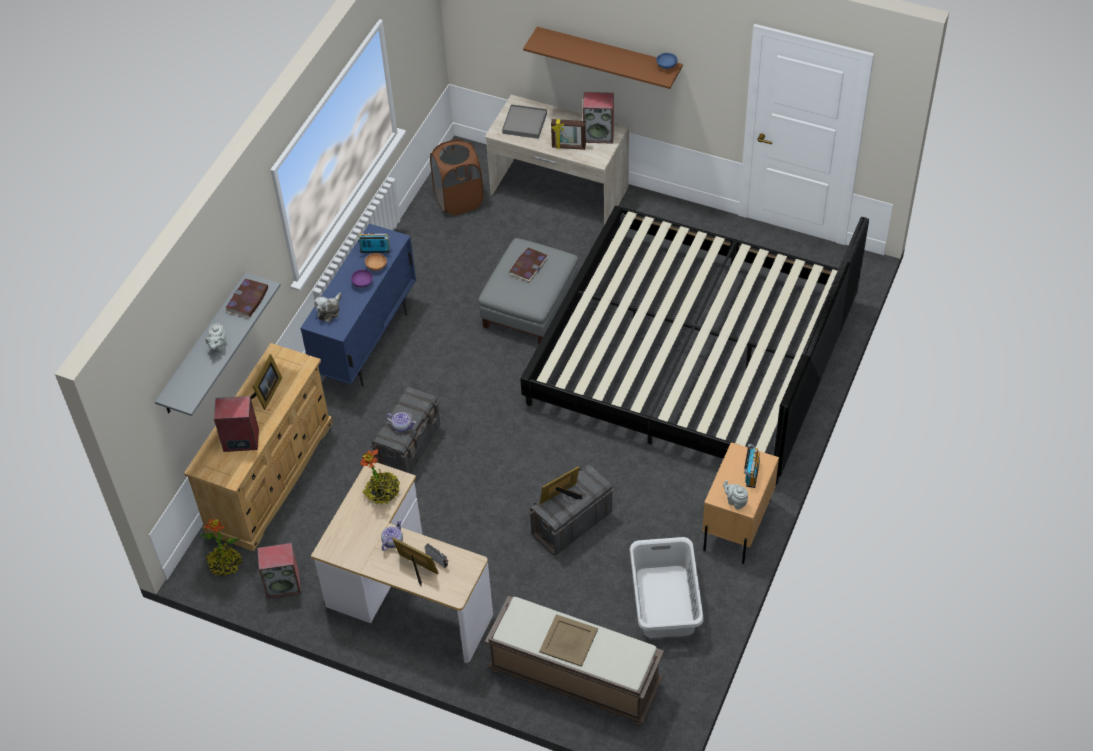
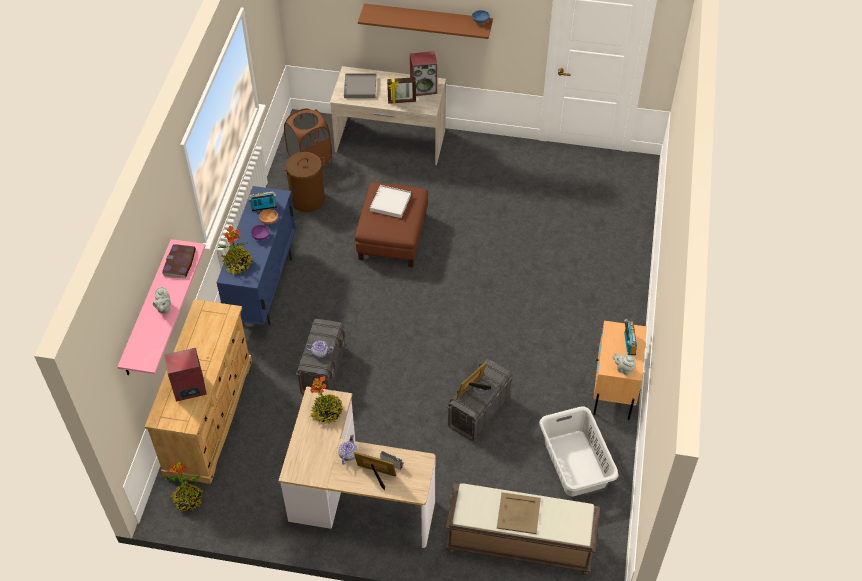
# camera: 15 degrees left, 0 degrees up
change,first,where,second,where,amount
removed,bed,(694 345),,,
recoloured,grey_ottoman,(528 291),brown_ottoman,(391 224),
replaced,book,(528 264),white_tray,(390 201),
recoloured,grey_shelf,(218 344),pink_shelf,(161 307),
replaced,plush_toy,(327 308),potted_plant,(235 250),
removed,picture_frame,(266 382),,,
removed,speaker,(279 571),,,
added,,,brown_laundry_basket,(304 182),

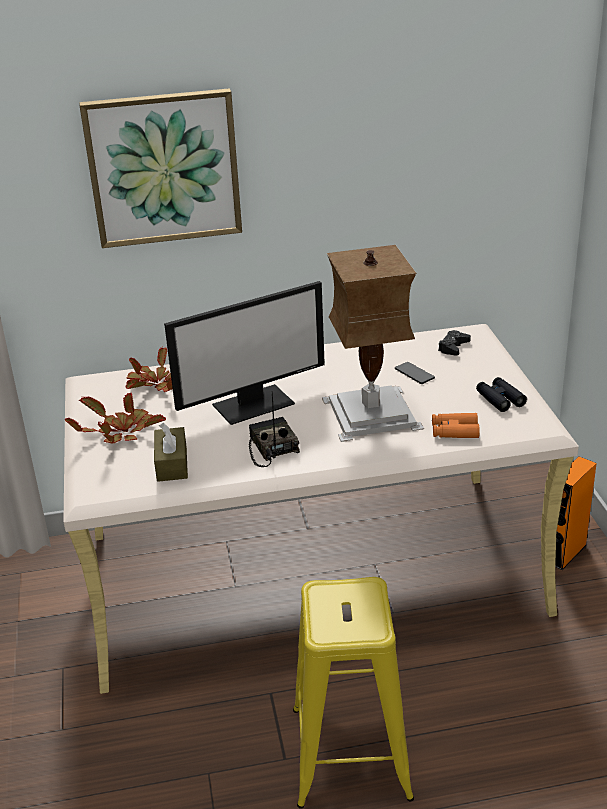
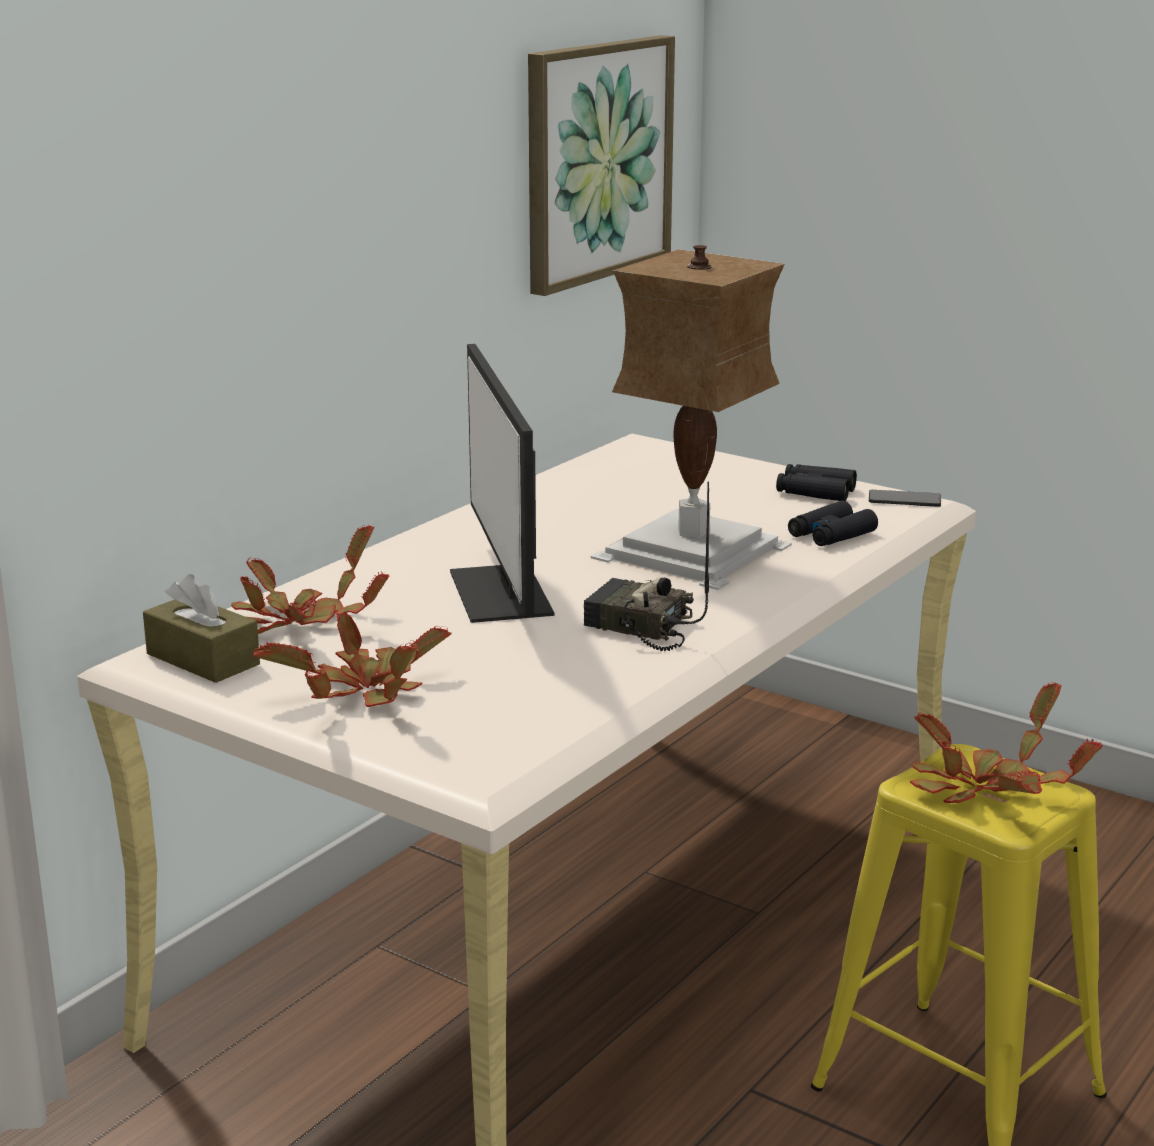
# camera: 45 degrees left, 10 degrees down
change,first,where,second,where,amount
moved,picture,(160 168),,(601 165),
turned,monitor,(244 353),,(502 483),150 degrees clockwise
removed,black_game_controller,(454 343),,,
moved,phone,(415 373),,(905 498),
recoloured,orange_binoculars,(456 425),black_binoculars,(833 523),
moved,brown_tissue_box,(171 452),,(201 628),
removed,orange_speaker,(576 513),,,
added,,,potted_plant,(1006 742),

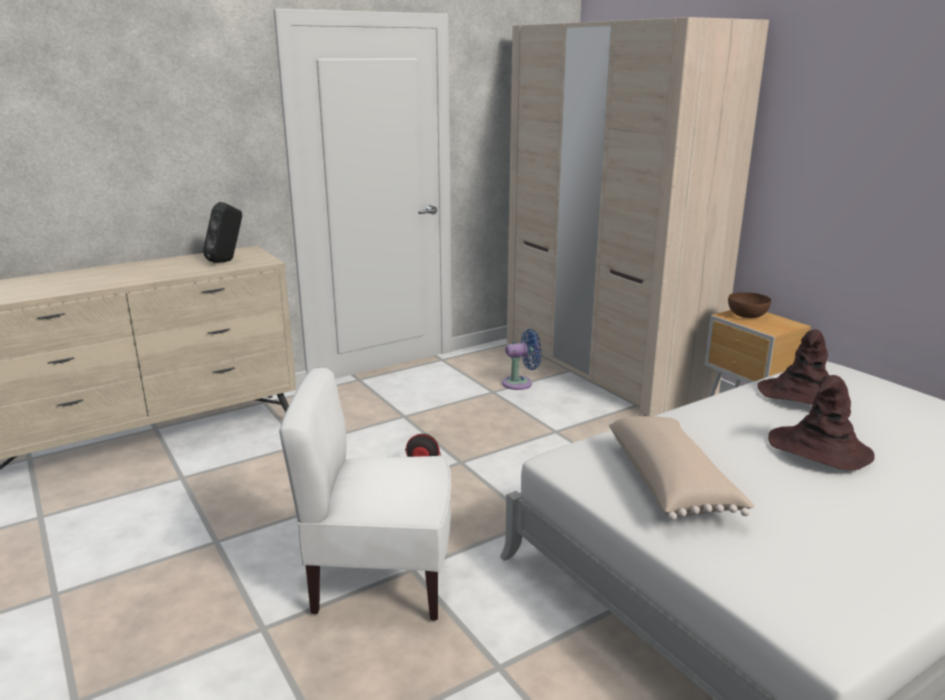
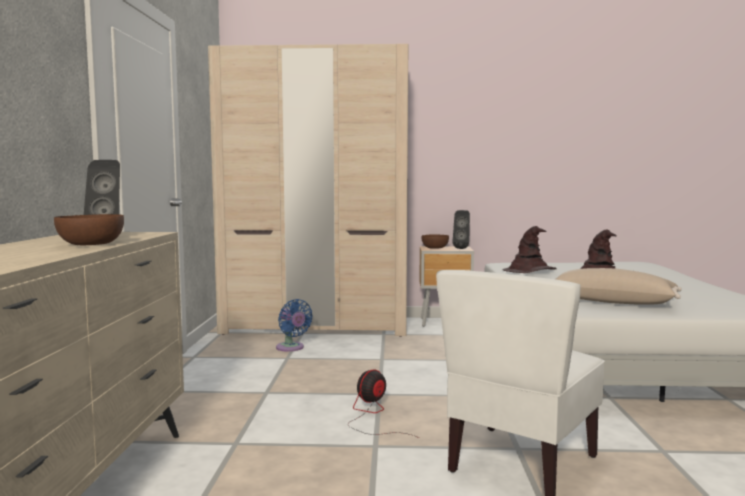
# camera: 55 degrees left, 15 degrees down
change,first,where,second,where,amount
turned,blue_fan,(521 359),,(294 325),120 degrees clockwise
added,,,black_speaker,(461 229),
added,,,brown_bowl,(89 229),

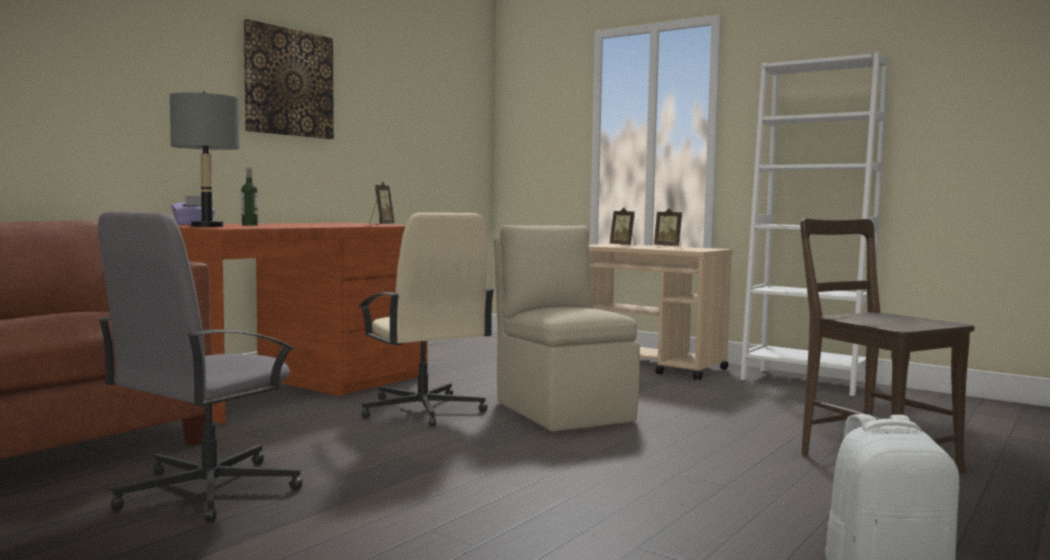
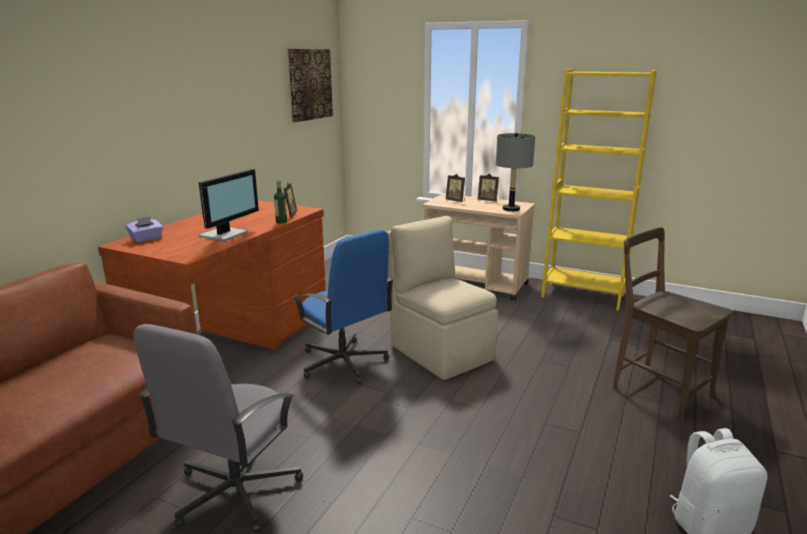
# camera: 10 degrees left, 15 degrees up
change,first,where,second,where,amount
moved,picture,(288 79),,(310 85),
recoloured,white_bookcase,(814 224),yellow_bookcase,(599 190),
moved,grey_table_lamp,(205 159),,(515 172),
moved,bottle,(249 196),,(280 202),
recoloured,beige_office_chair,(426 320),blue_office_chair,(343 306),
added,,,monitor,(229 205),

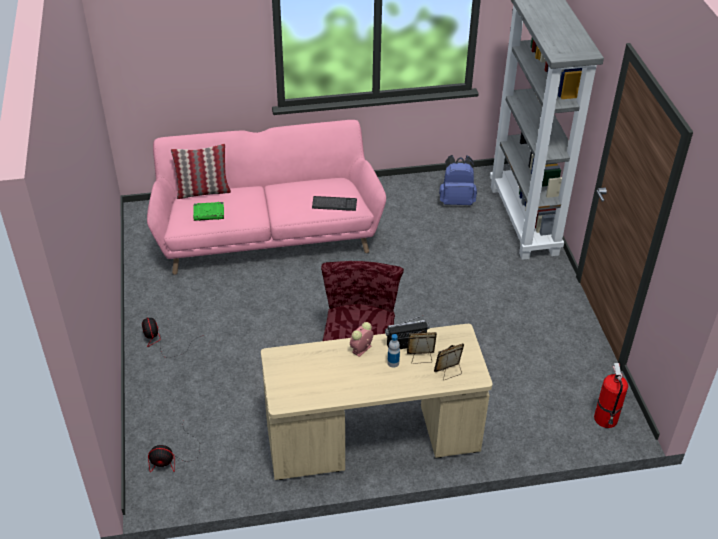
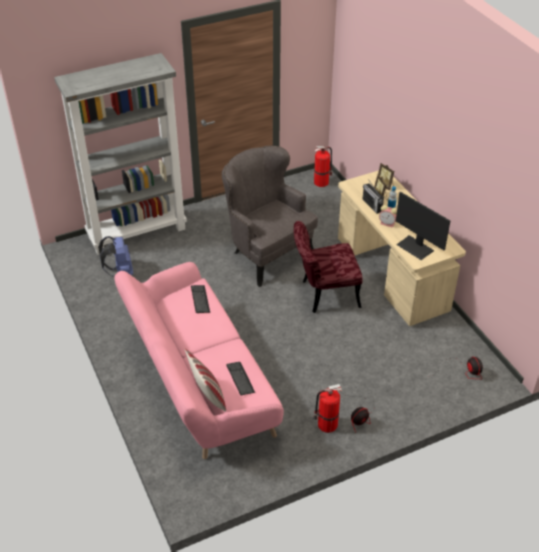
# camera: 105 degrees left, 0 degrees up
change,first,where,second,where,amount
replaced,green_book,(208 211),keyboard,(240 379),
added,,,grey_armchair,(270 216),
added,,,monitor,(423 226),
added,,,fire_extinguisher,(327 408),

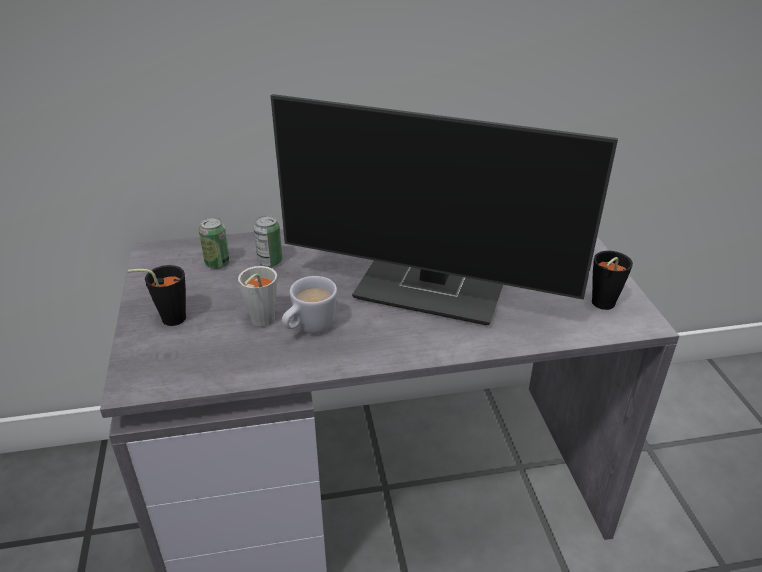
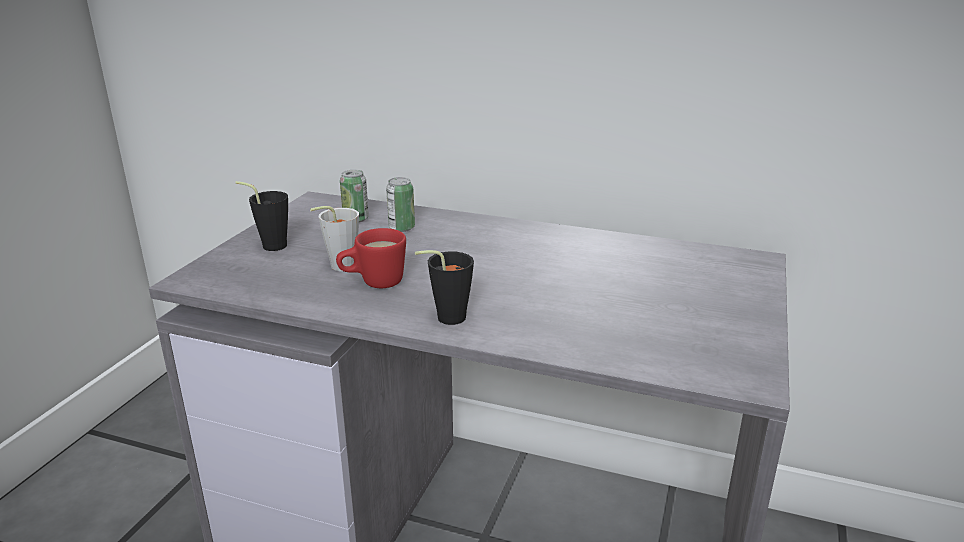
# camera: 30 degrees right, 10 degrees down
change,first,where,second,where,amount
removed,monitor,(444 209),,,
moved,black_cup,(612 280),,(444 287),
recoloured,white_mug,(309 305),red_mug,(371 258),

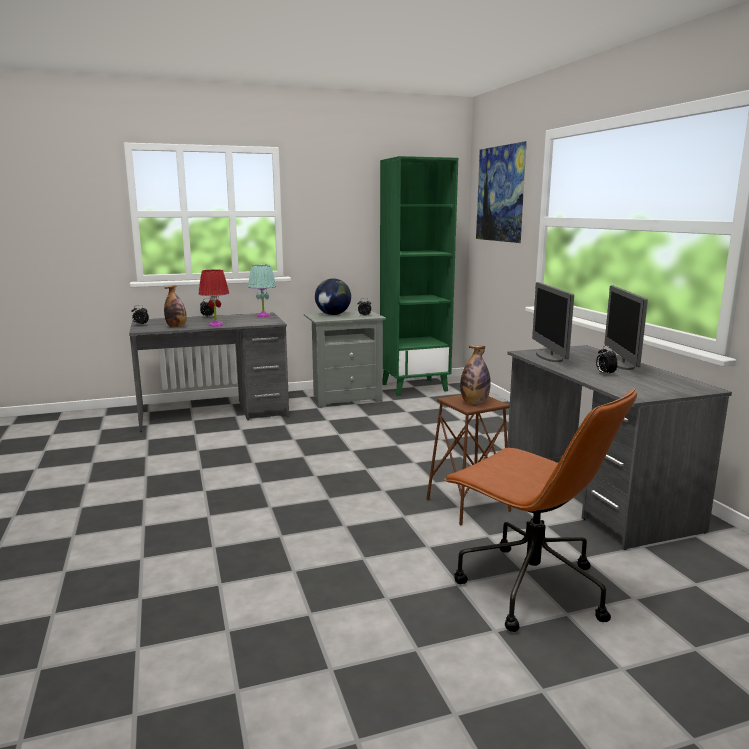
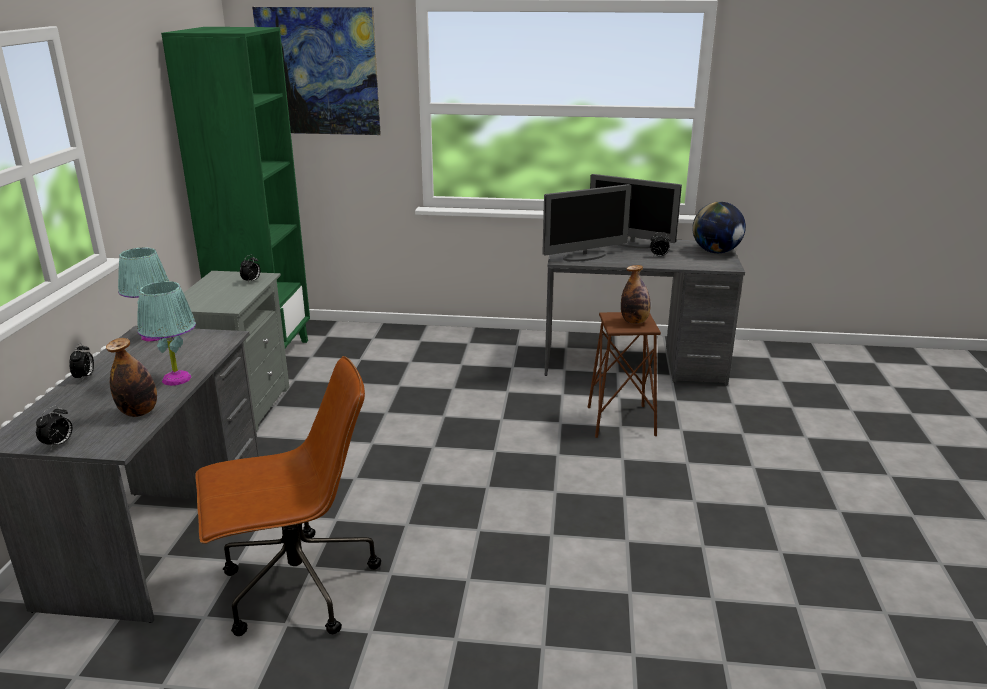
# camera: 65 degrees left, 10 degrees up
change,first,where,second,where,amount
recoloured,red_table_lamp,(214 298),turquoise_table_lamp,(166 333),
moved,globe,(333 296),,(719 227),
turned,monitor,(553 322),,(587 223),45 degrees counterclockwise
moved,brown_office_chair,(540 510),,(288 496),

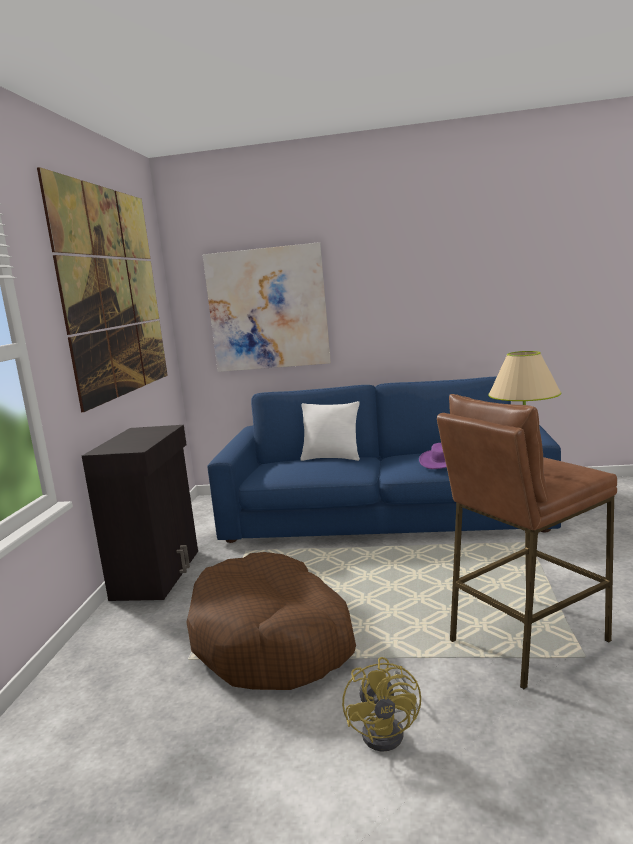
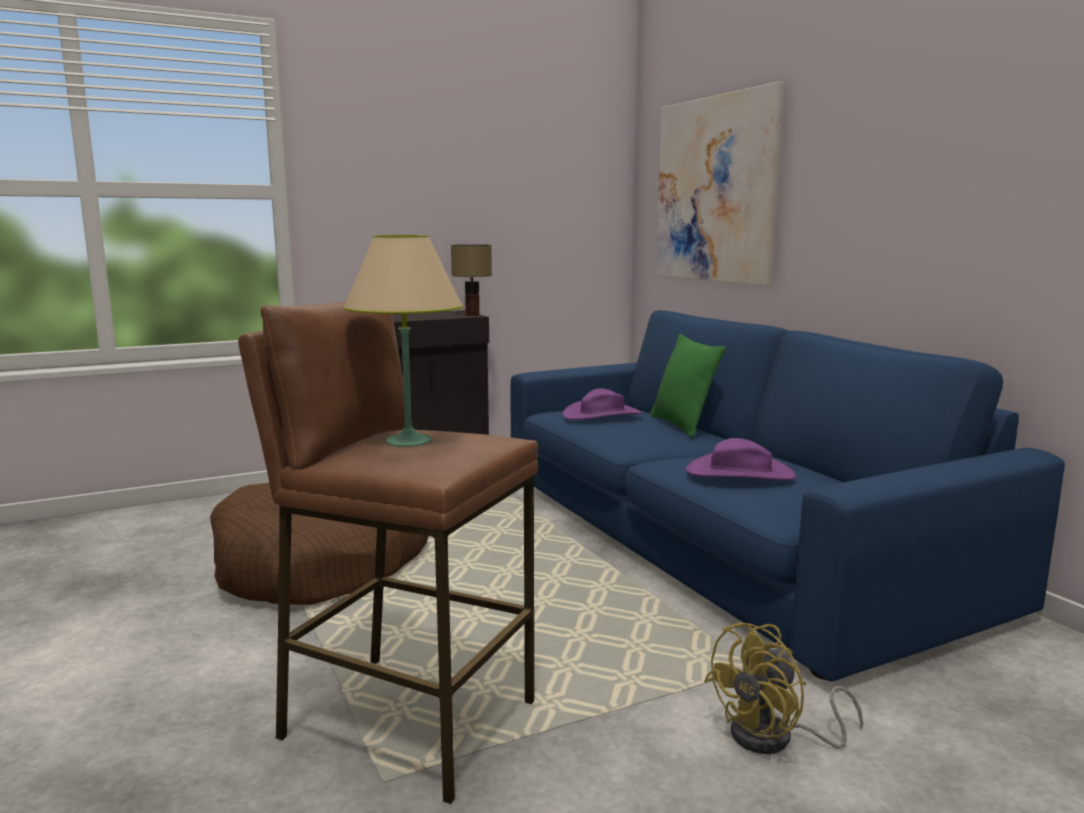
# camera: 55 degrees right, 0 degrees up
change,first,where,second,where,amount
removed,picture,(102 289),,,
recoloured,white_pillow,(330 431),green_pillow,(688 386),
moved,yellow_fan,(381 704),,(783 688),
added,,,table_lamp,(471 280),
added,,,purple_hat,(602 404),

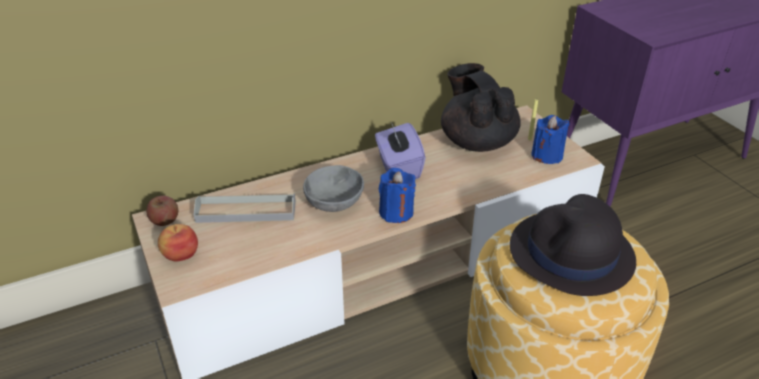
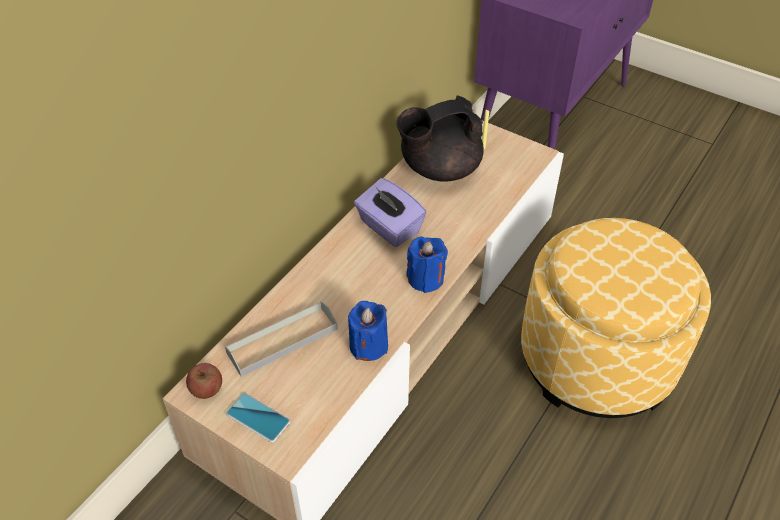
# camera: 30 degrees left, 10 degrees up
change,first,where,second,where,amount
turned,black_teapot,(481 107),,(440 138),60 degrees counterclockwise
moved,blue_candle,(550 139),,(368 331),
removed,grey_bowl,(333 188),,,
removed,black_hat,(573 245),,,
replaced,apple,(178 242),phone,(258 418),

